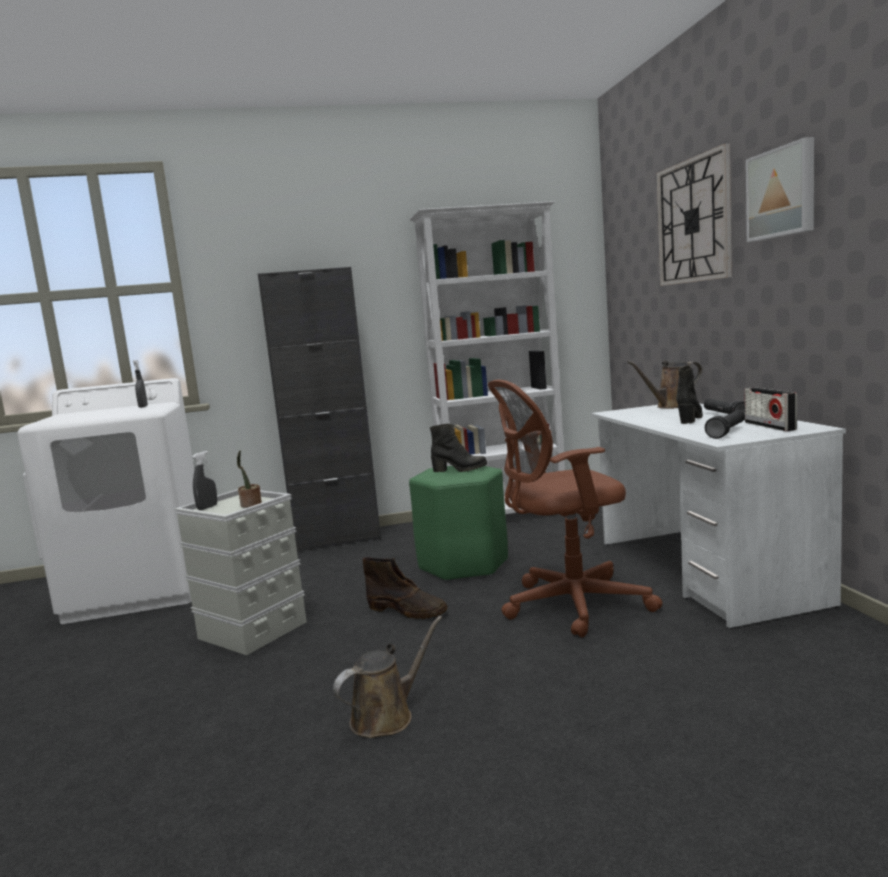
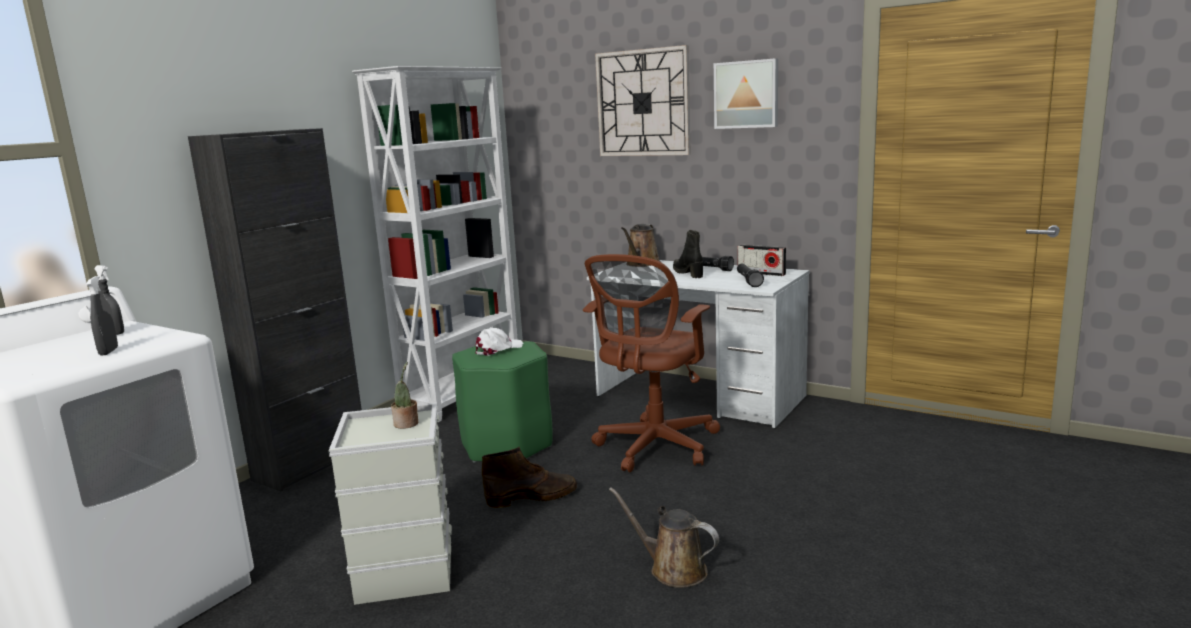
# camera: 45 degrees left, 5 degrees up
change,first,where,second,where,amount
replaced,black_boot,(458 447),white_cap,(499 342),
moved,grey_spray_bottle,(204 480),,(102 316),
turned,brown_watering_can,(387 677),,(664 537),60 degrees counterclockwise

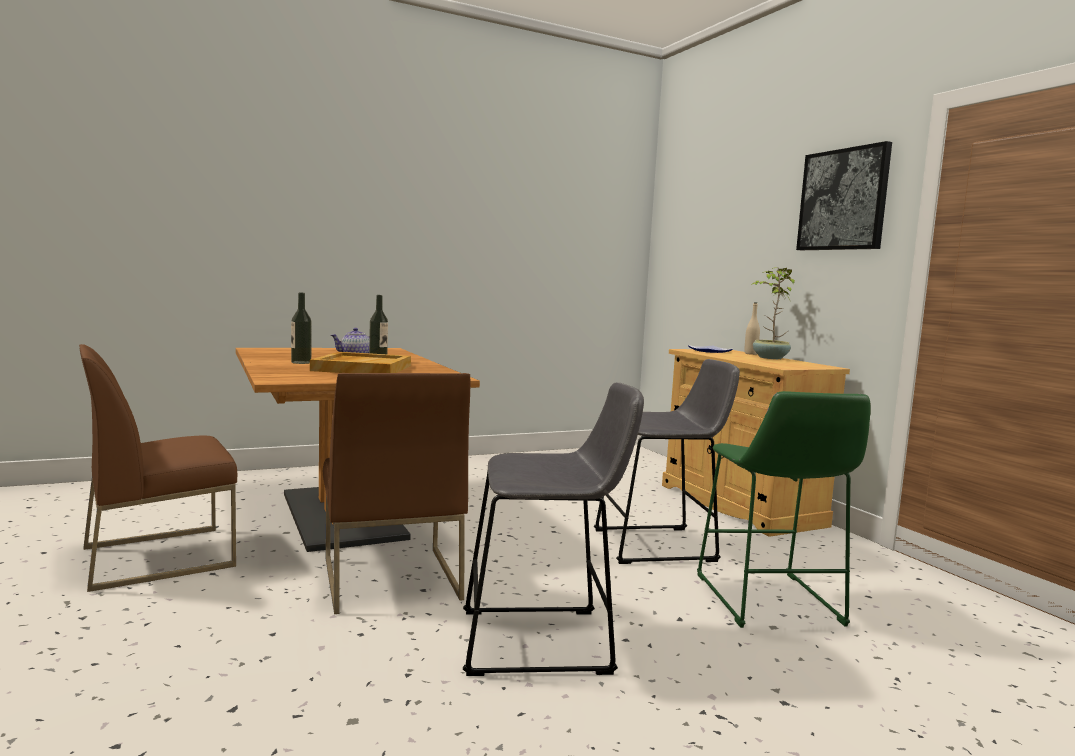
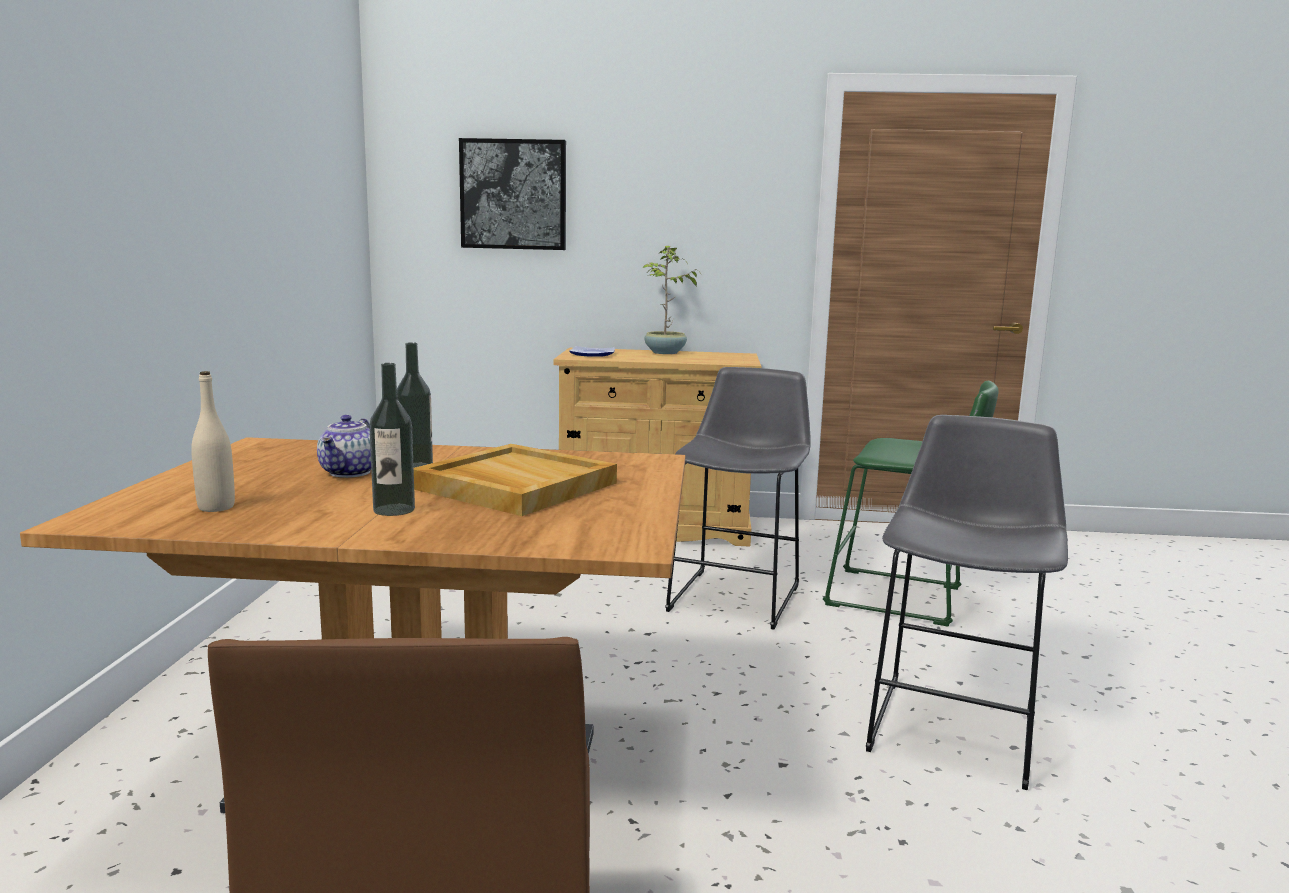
# camera: 60 degrees left, 5 degrees up
change,first,where,second,where,amount
moved,picture,(844 195),,(512 194),
moved,beige_bottle,(752 328),,(213 441),
removed,brown_chair,(396 493),,,

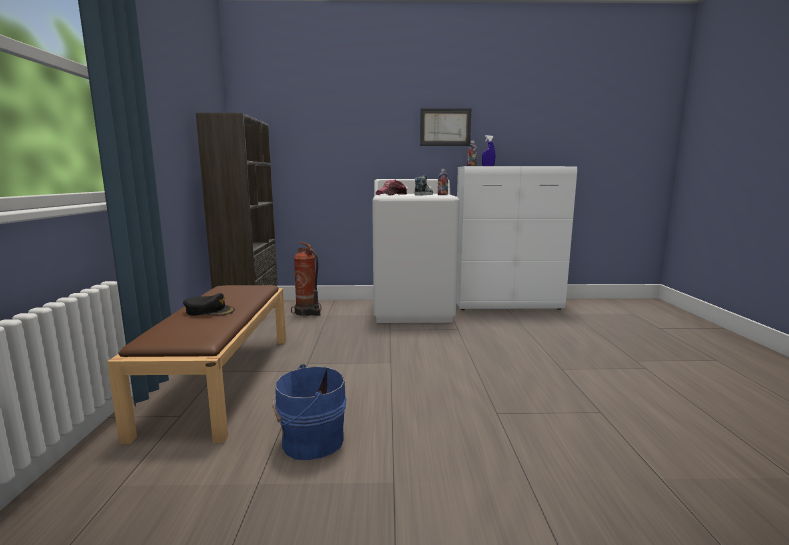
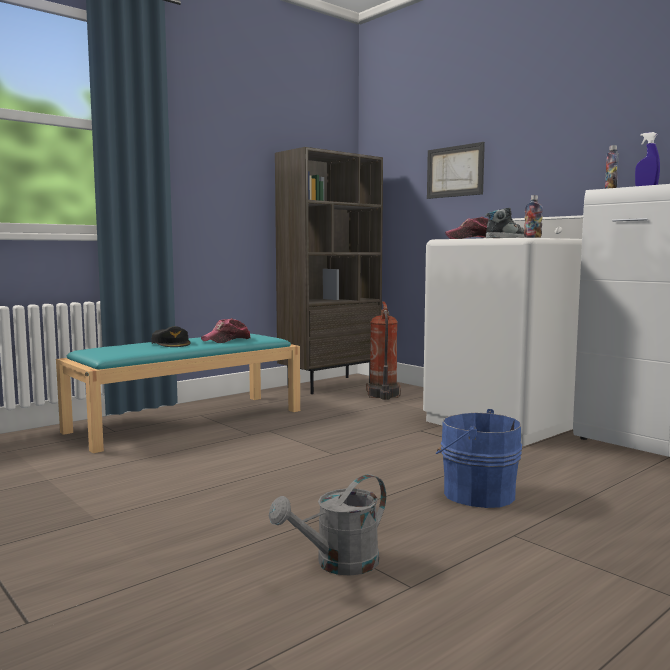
# camera: 50 degrees right, 5 degrees down
change,first,where,second,where,amount
moved,picture,(445 127),,(456 170),
recoloured,brown_bench,(196 364),turquoise_bench,(178 393),
moved,blue_bucket,(310 412),,(479 458),
added,,,cap,(225 330),
added,,,grey_watering_can,(327 525),

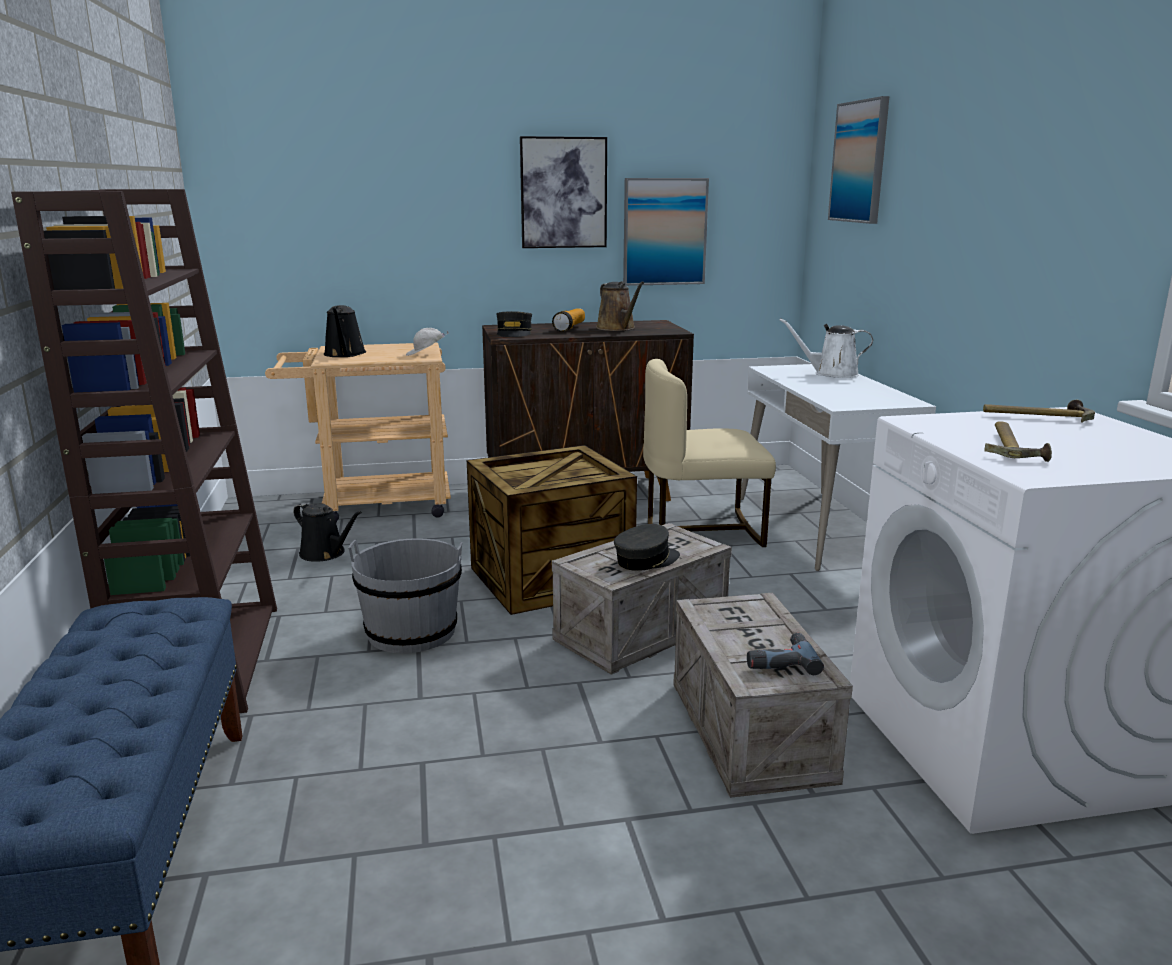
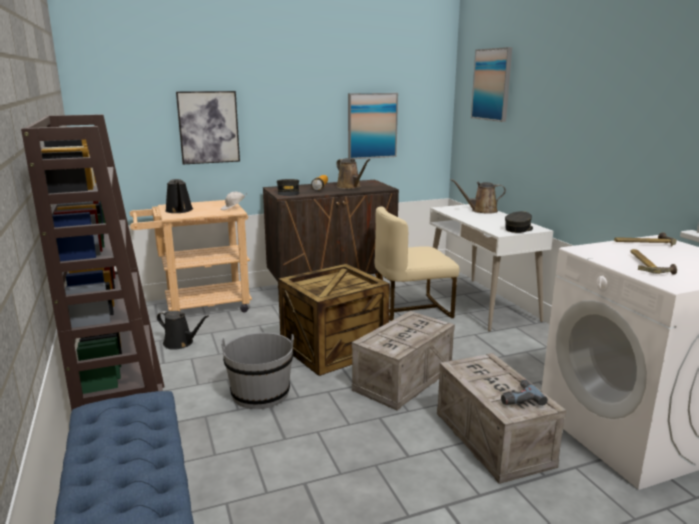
# camera: 10 degrees left, 0 degrees up
change,first,where,second,where,amount
moved,picture,(563 192),,(208 127),
recoloured,white_watering_can,(826 348),brown_watering_can,(478 196),
moved,grey_cap,(647 547),,(519 222),

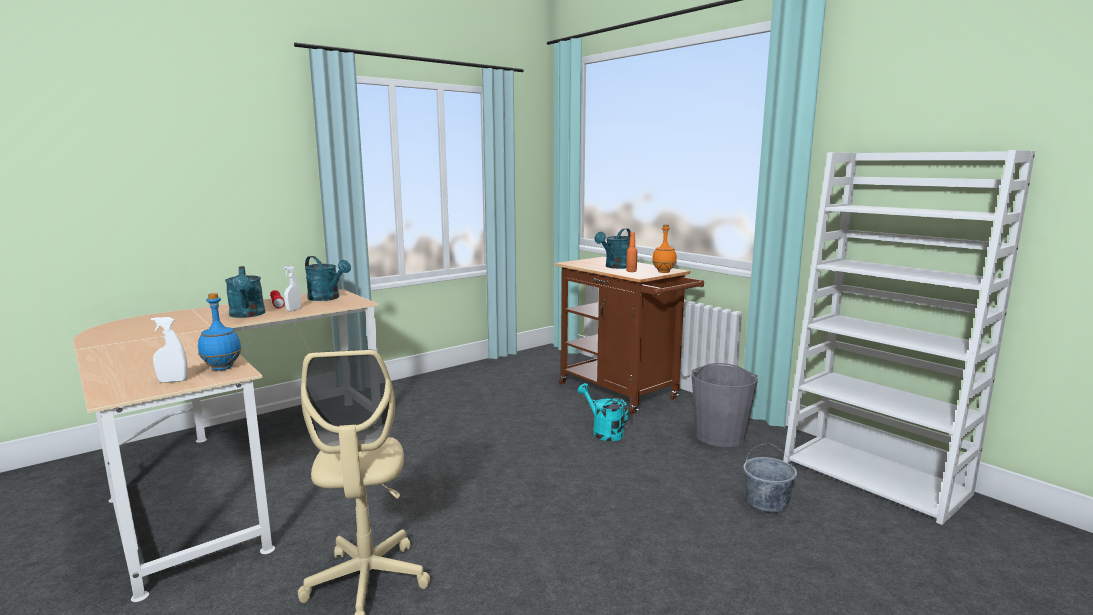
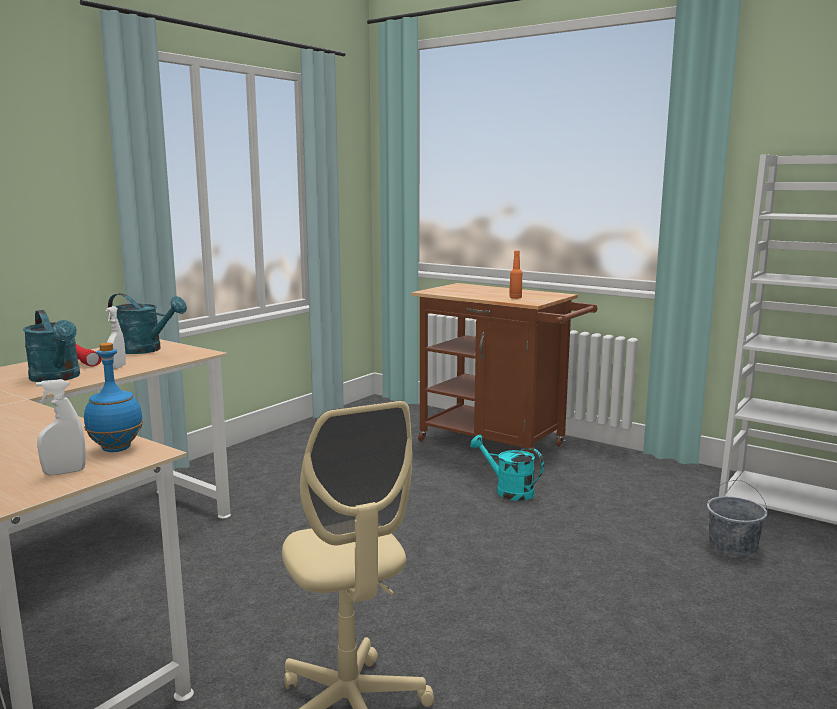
# camera: 15 degrees left, 0 degrees up
change,first,where,second,where,amount
removed,orange_bottle,(664 248),,,
removed,turquoise_watering_can,(612 248),,,
removed,grey_bucket,(724 405),,,

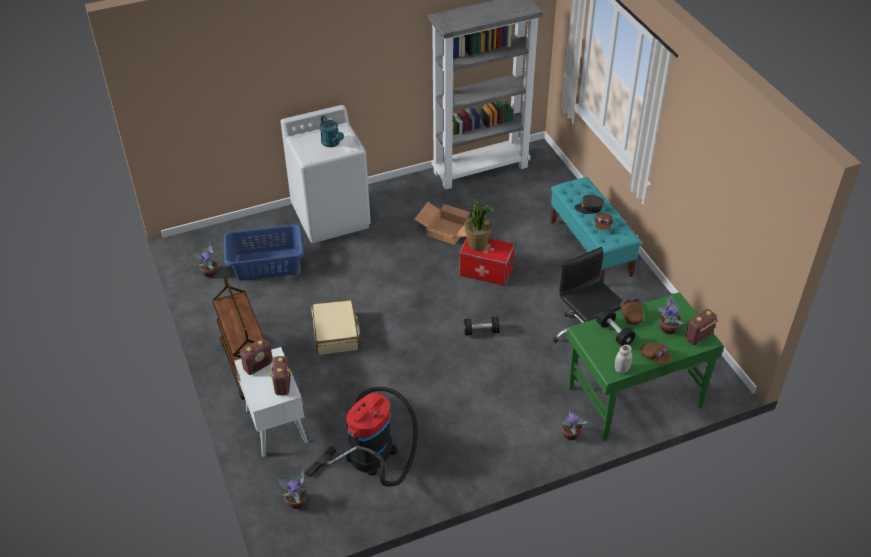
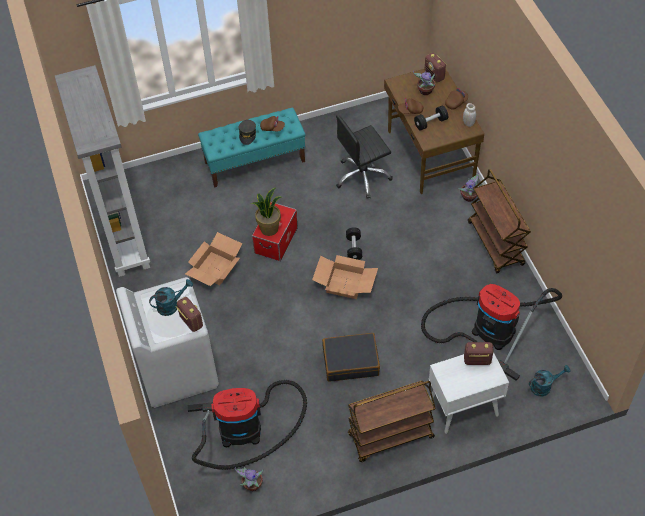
# camera: 85 degrees left, 10 degrees up
change,first,where,second,where,amount
replaced,blue_laundry_basket,(264 252),vacuum_cleaner,(247 425),
recoloured,green_desk,(645 367),brown_desk,(434 131),
recoloured,beige_suitcase,(336 327),black_suitcase,(351 357),
moved,radio,(256 357),,(189 314),
replaced,potted_plant,(292 489),turquoise_watering_can,(550 380),
added,,,brown_cart,(499 221),
added,,,cardboard_box,(345 277),

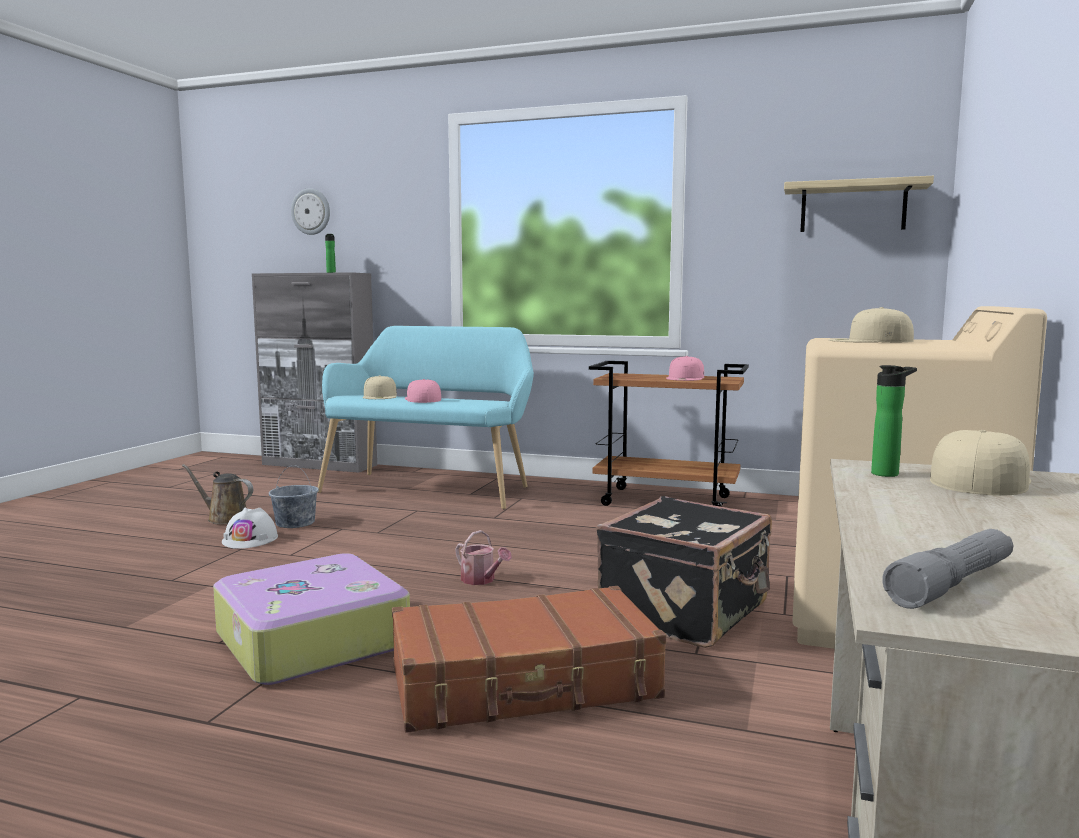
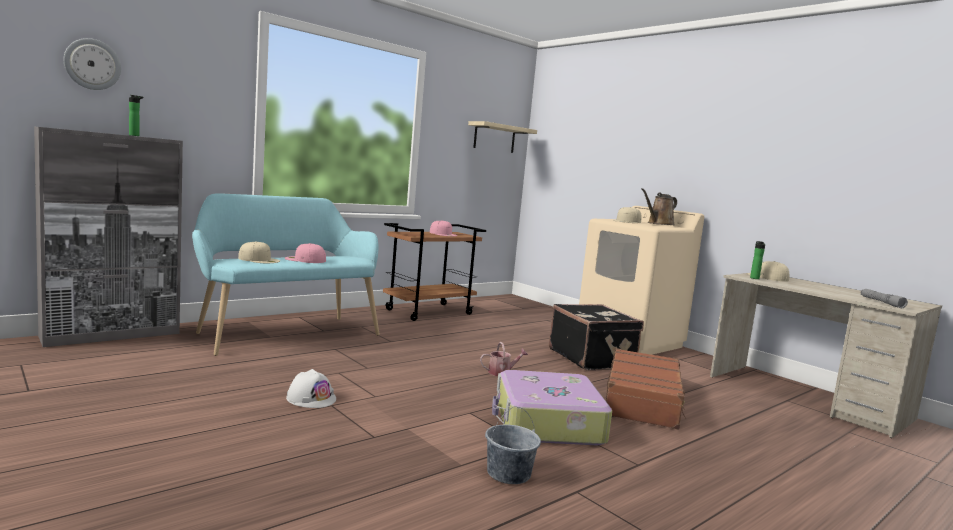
# camera: 60 degrees left, 0 degrees up
change,first,where,second,where,amount
moved,brown_watering_can,(217 494),,(659 206),
moved,grey_bucket,(294 496),,(513 445),

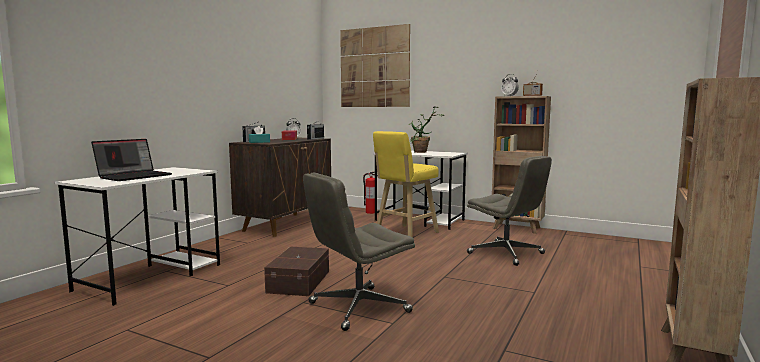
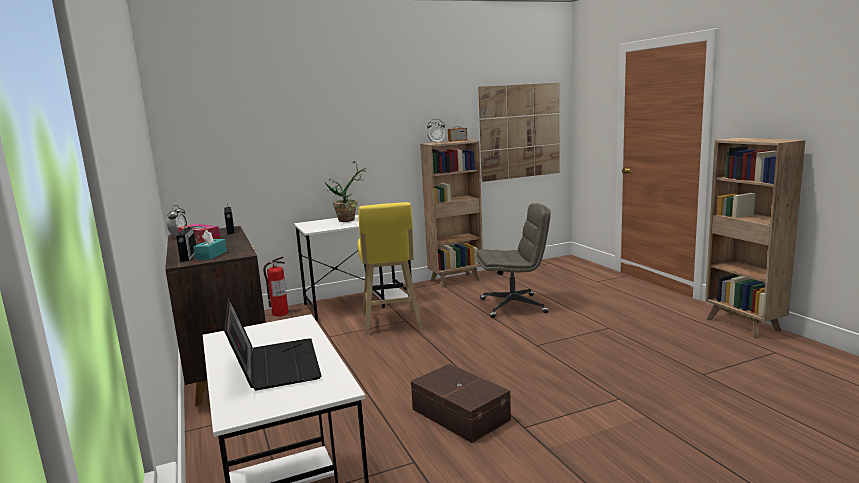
# camera: 50 degrees left, 5 degrees up
change,first,where,second,where,amount
moved,picture,(375 65),,(518 132),
removed,grey_office_chair,(359 252),,,

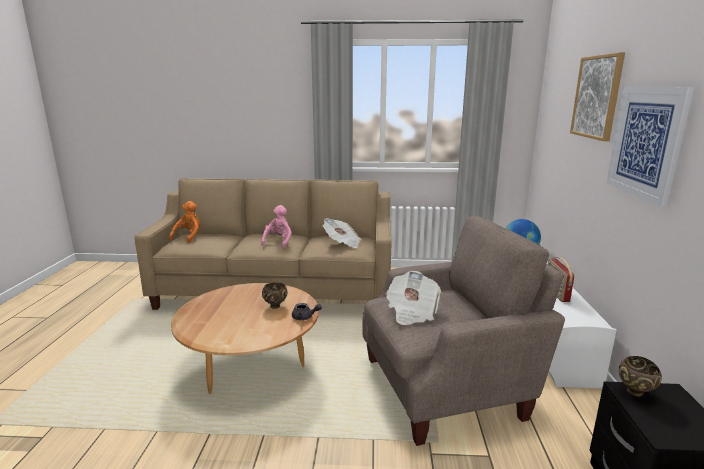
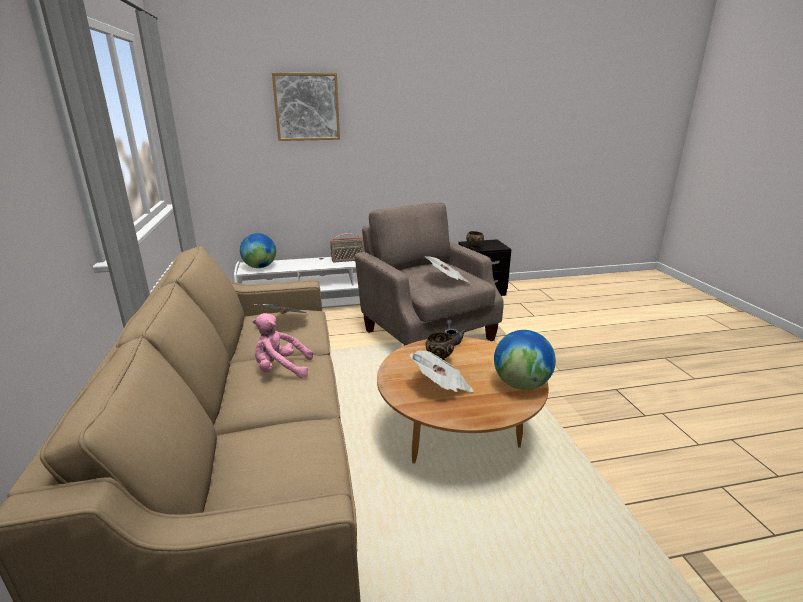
# camera: 105 degrees left, 5 degrees up
change,first,where,second,where,amount
removed,picture,(650 147),,,
removed,orange_plush_toy,(184 222),,,
added,,,globe,(525 360),
added,,,newspaper,(442 371),

